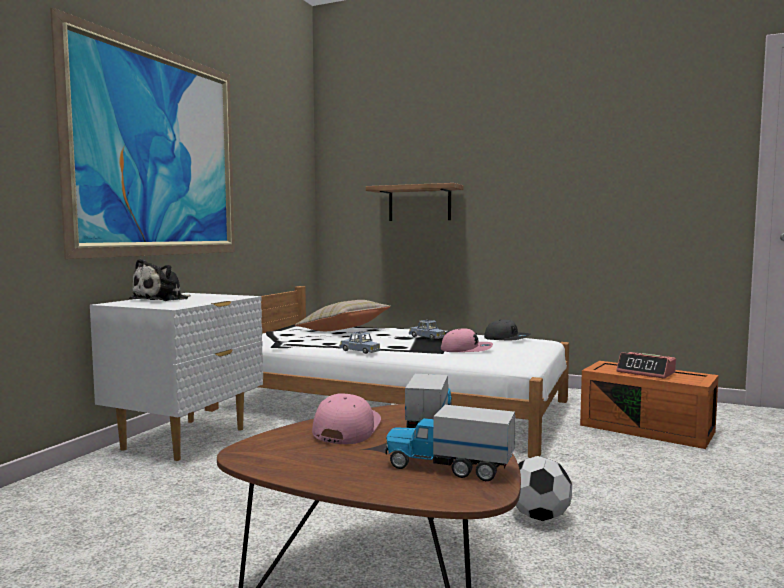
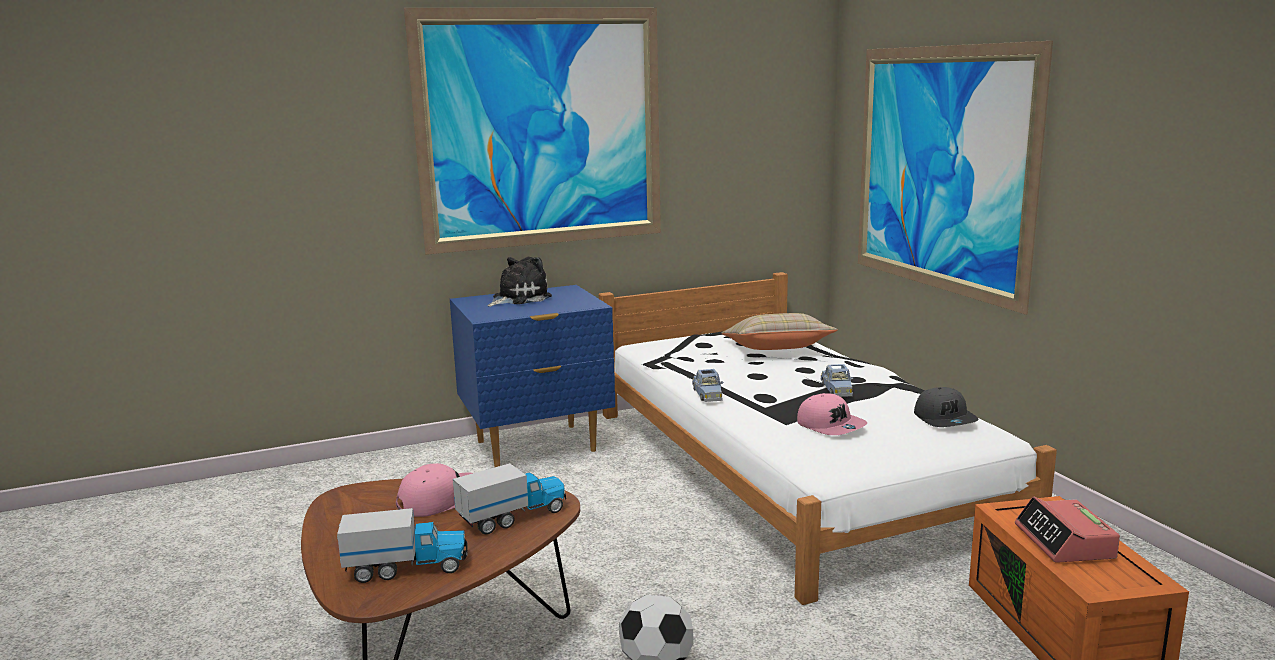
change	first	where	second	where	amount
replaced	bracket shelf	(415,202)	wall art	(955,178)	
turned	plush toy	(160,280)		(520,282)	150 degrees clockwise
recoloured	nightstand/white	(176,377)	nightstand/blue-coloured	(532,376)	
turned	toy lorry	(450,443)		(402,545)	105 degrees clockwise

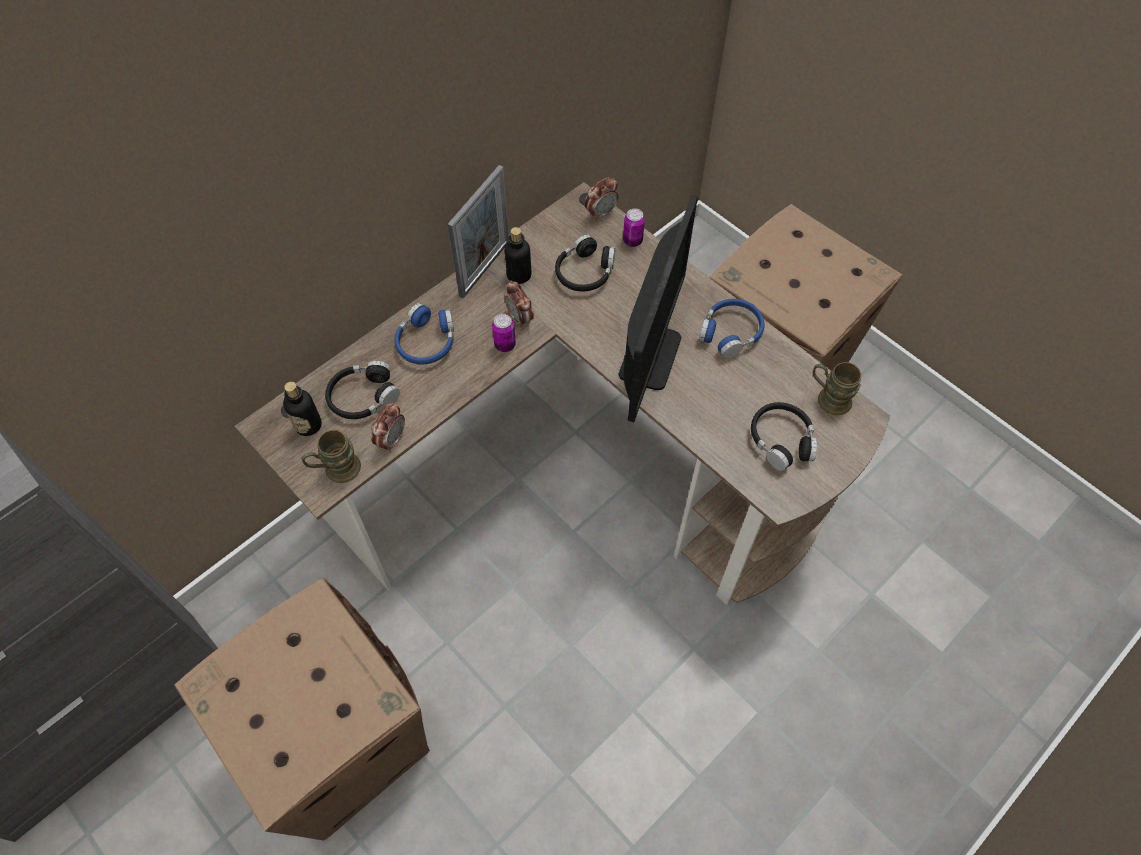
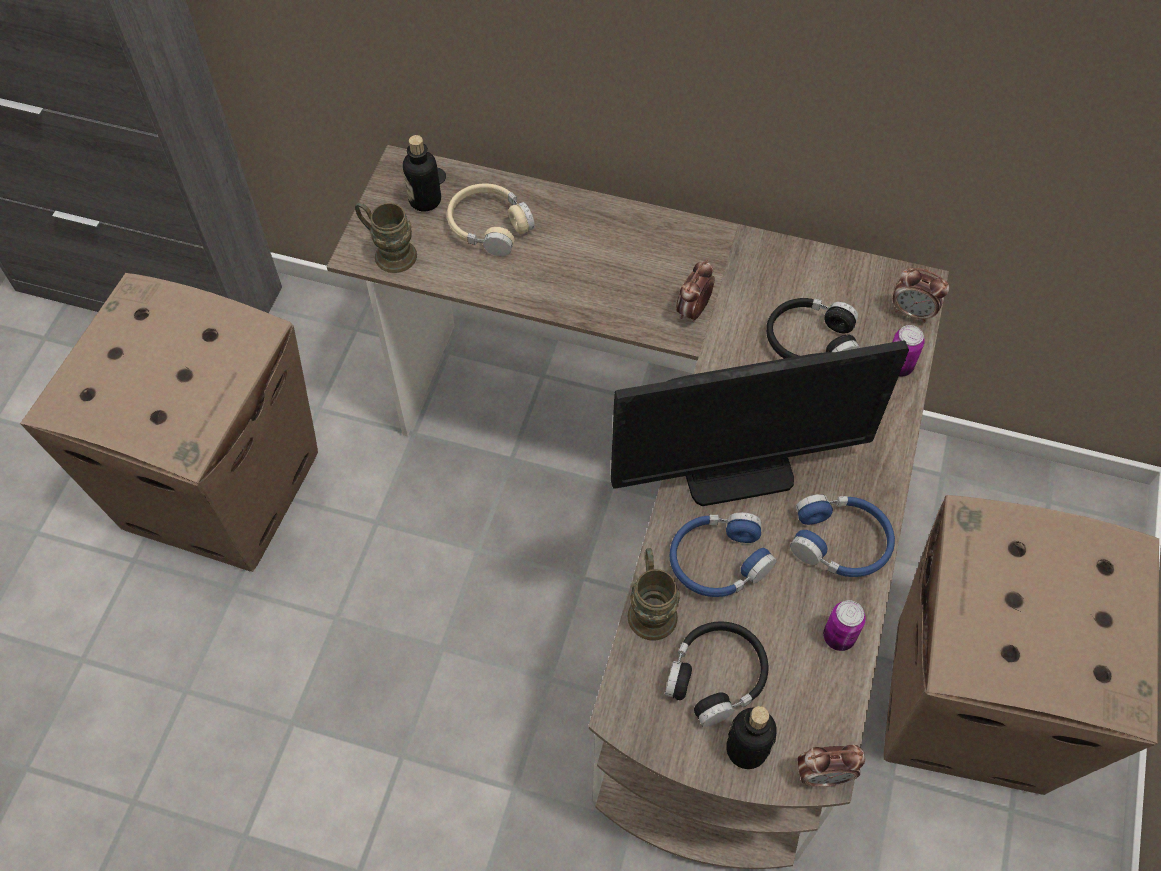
change	first	where	second	where	amount
removed	standing frame	(478,231)			
moved	beverage bottle	(517,255)		(751,737)	
moved	pair of headphones/blue-coloured	(424,333)		(723,554)	
moved	metal can	(504,333)		(844,625)	
recoloured	pair of headphones/black	(362,390)	pair of headphones/beige-coloured	(491,219)	
moved	mug/brown	(837,388)		(654,594)	
moved	alarm clock	(388,427)		(831,765)	

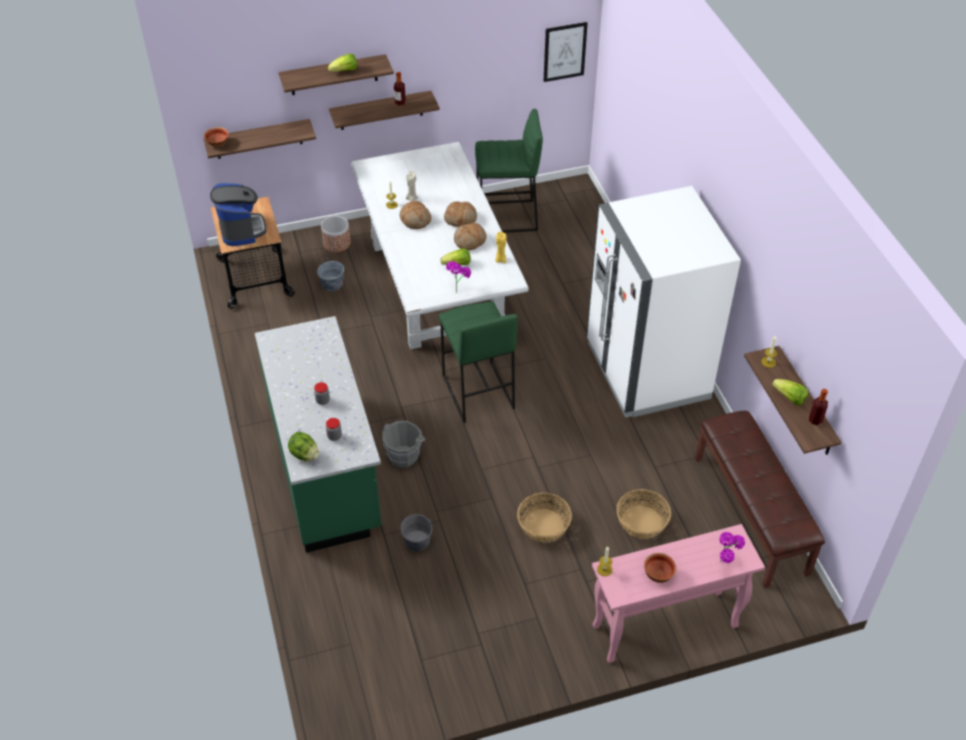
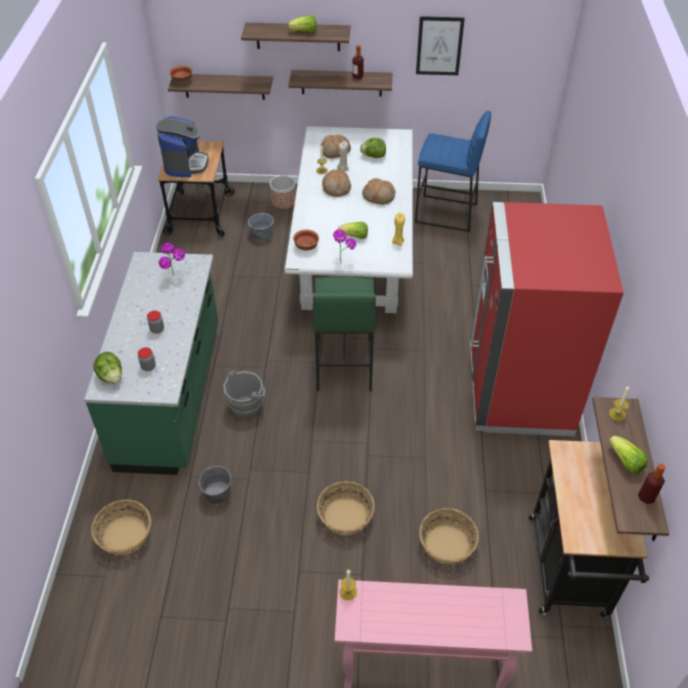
change	first	where	second	where	amount
moved	wall art	(566,52)		(440,45)	
recoloured	sitting stool/green-coloured	(509,171)	sitting stool/blue-coloured	(453,171)	
recoloured	fridge/white	(663,302)	fridge/red-coloured	(547,319)	
moved	bread	(470,236)		(336,146)	
replaced	indoor bench/brown	(760,499)	wheeled cart/black	(589,529)	
moved	potted plant	(732,547)		(172,259)	
moved	serving bowl	(660,568)		(306,240)	
added			head of lettuce	(373,148)	
added			household basket	(121,527)	

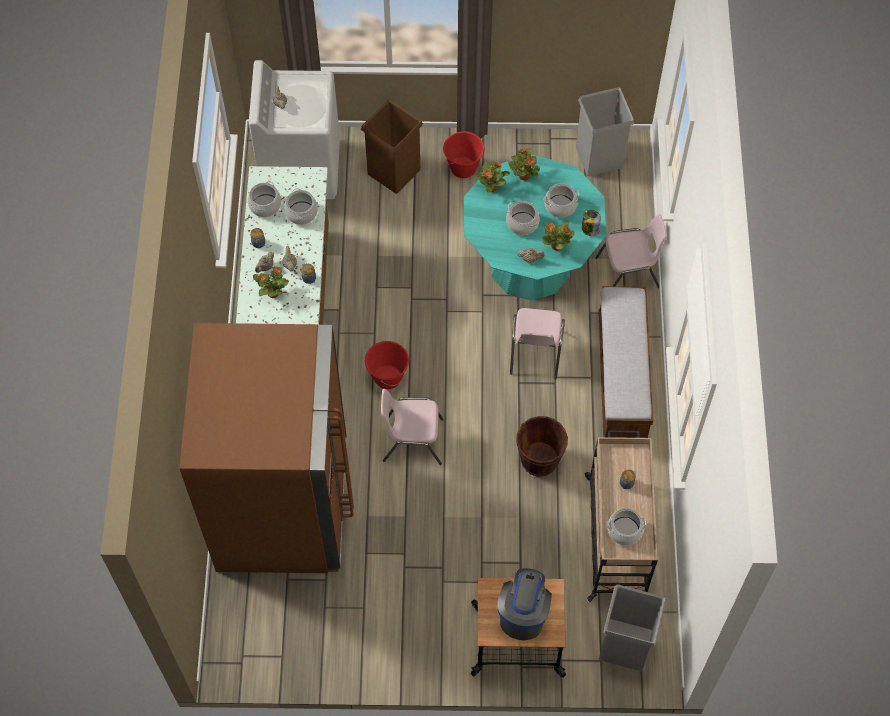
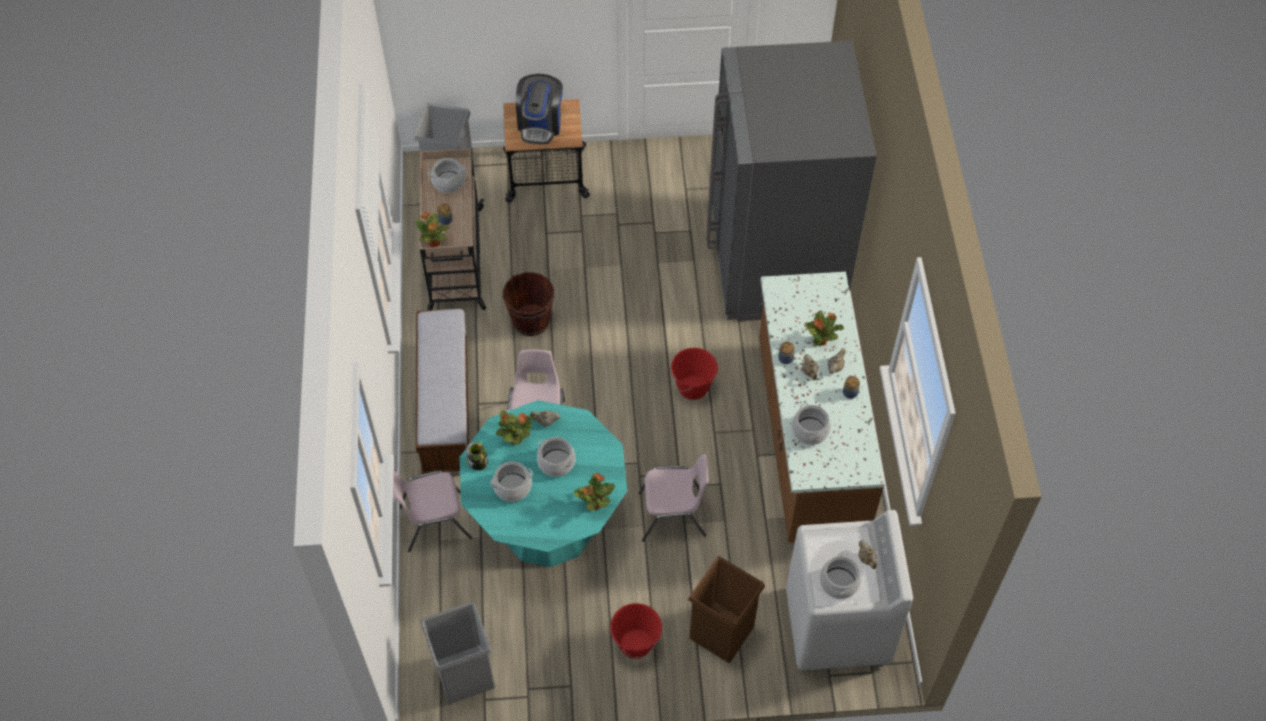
change	first	where	second	where	amount
moved	potted plant	(524,164)		(433,230)	
moved	stockpot	(265,199)		(840,576)	
recoloured	fridge/brown	(266,448)	fridge/gray	(791,181)	
moved	chair/pink-coloured	(412,427)		(673,498)	

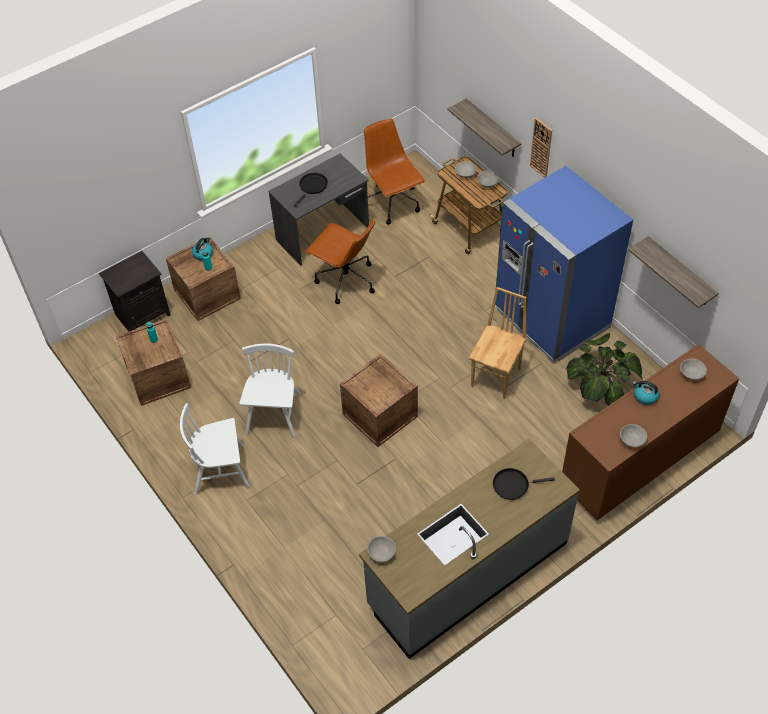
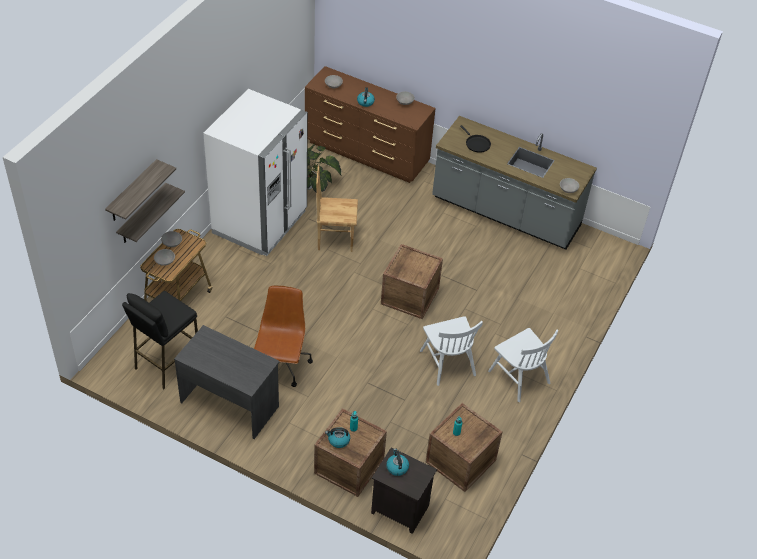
change	first	where	second	where	amount
removed	hanging clock	(541,148)			
replaced	office chair/brown	(394,171)	sitting stool/black	(160,340)	
recoloured	fridge/blue-coloured	(564,264)	fridge/white	(255,172)	
removed	skillet/black	(311,189)			
moved	bracket shelf	(673,272)		(140,190)	
turned	chair/white	(270,390)		(451,351)	90 degrees counterclockwise
added			tea kettle	(397,462)	

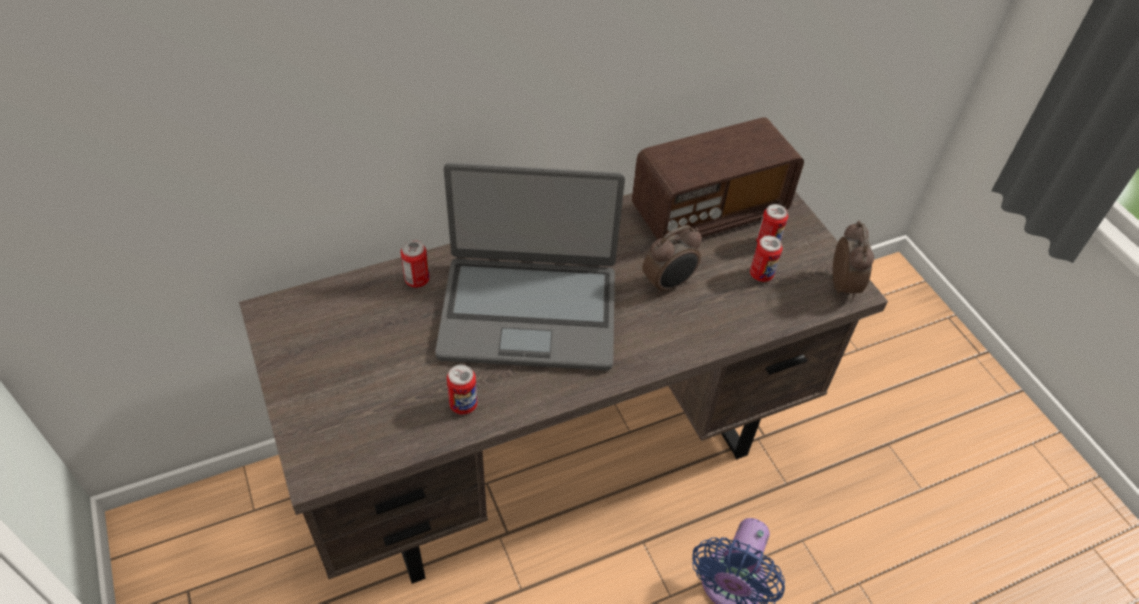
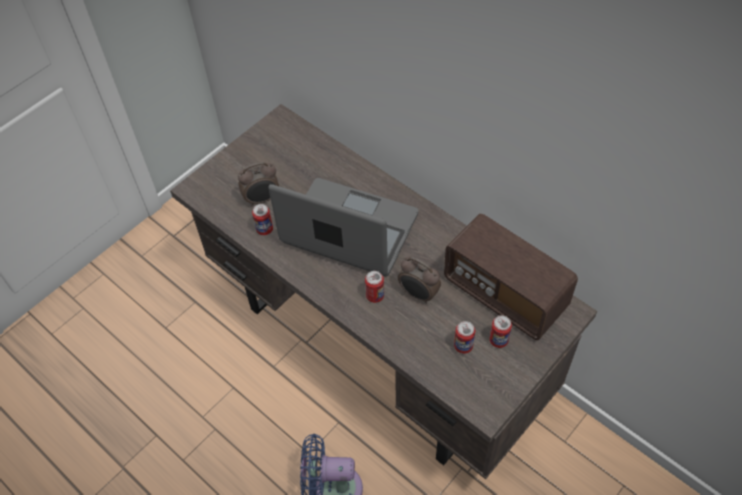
change	first	where	second	where	amount
turned	portable computer	(530,267)		(343,227)	135 degrees clockwise
moved	alarm clock	(853,260)		(258,184)	
moved	metal can	(415,264)		(374,287)	

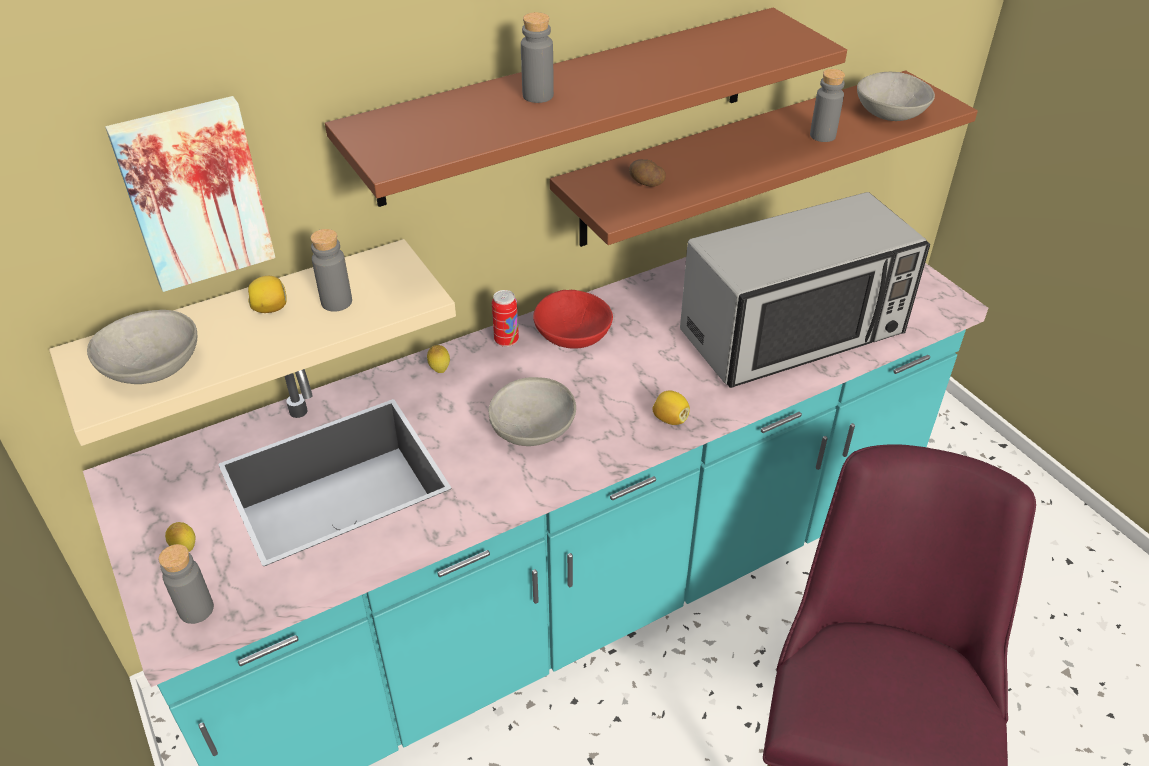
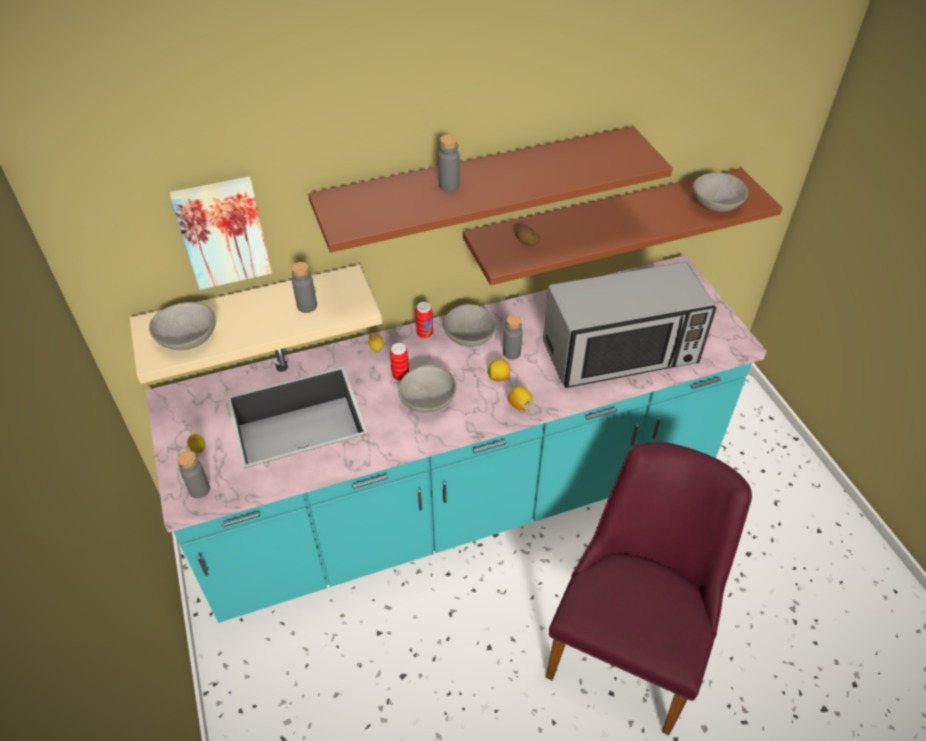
change	first	where	second	where	amount
moved	beverage bottle/gray	(827,105)		(513,337)	
moved	lemon	(267,294)		(499,370)	
recoloured	serving bowl/red-coloured	(573,319)	serving bowl/gray	(470,325)	
added			metal can	(399,362)	

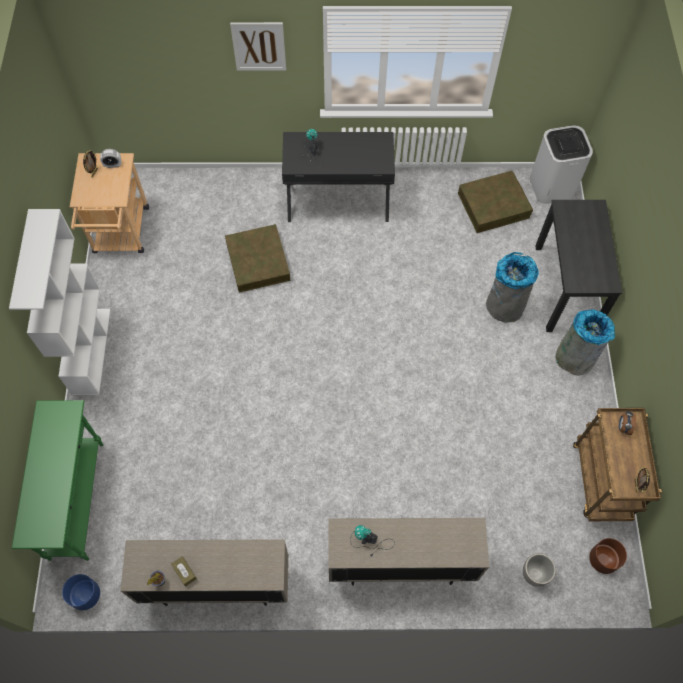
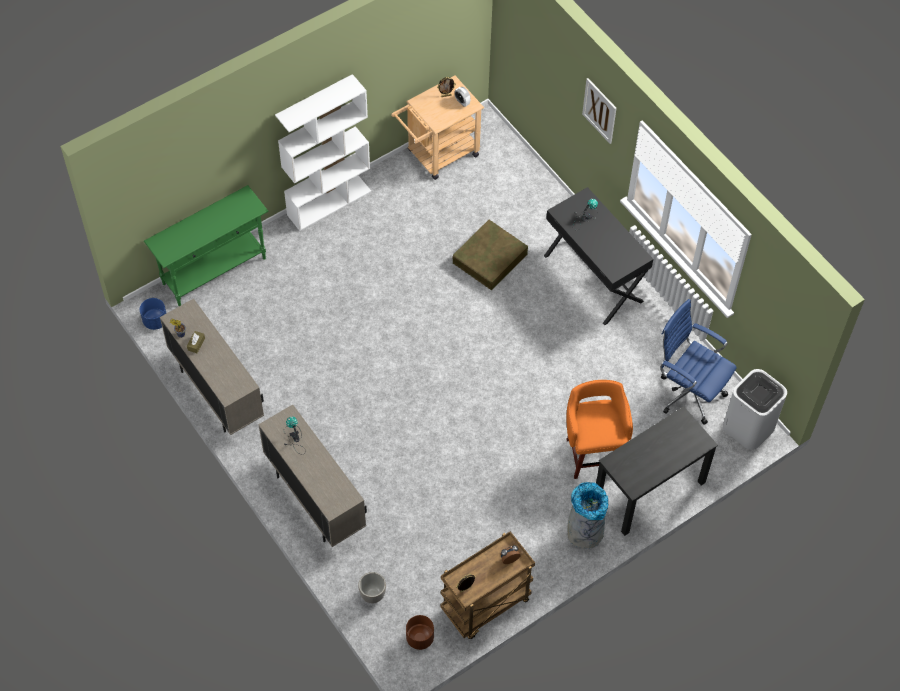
change	first	where	second	where	amount
replaced	storage bin/brown	(495,202)	office chair/blue-coloured	(698,361)	
replaced	waste bin/gray	(512,287)	sitting stool/orangey	(599,429)	

